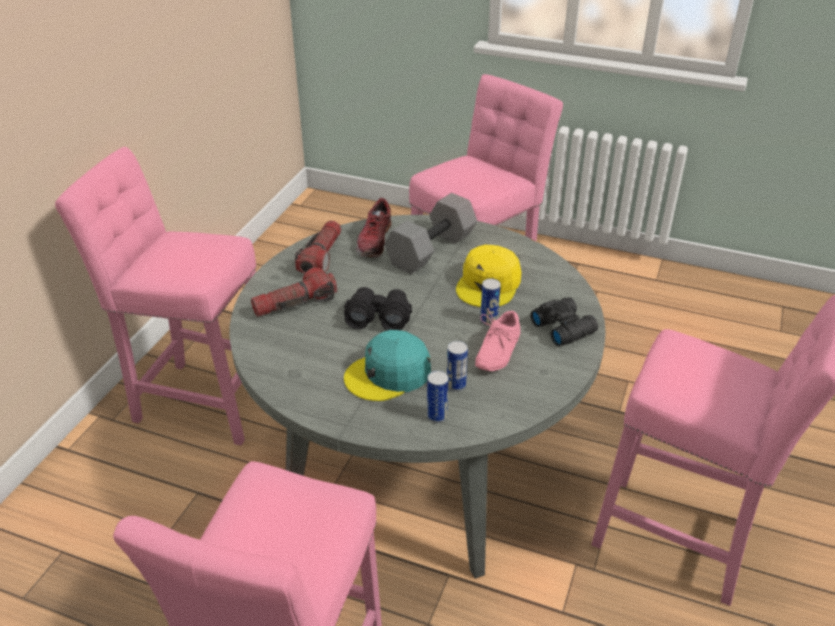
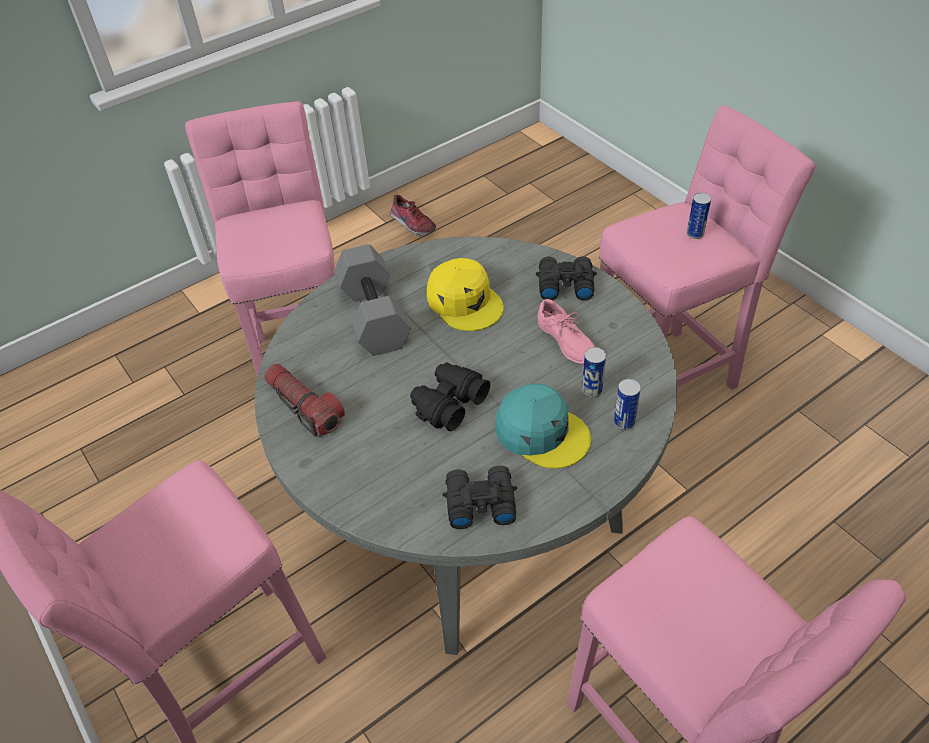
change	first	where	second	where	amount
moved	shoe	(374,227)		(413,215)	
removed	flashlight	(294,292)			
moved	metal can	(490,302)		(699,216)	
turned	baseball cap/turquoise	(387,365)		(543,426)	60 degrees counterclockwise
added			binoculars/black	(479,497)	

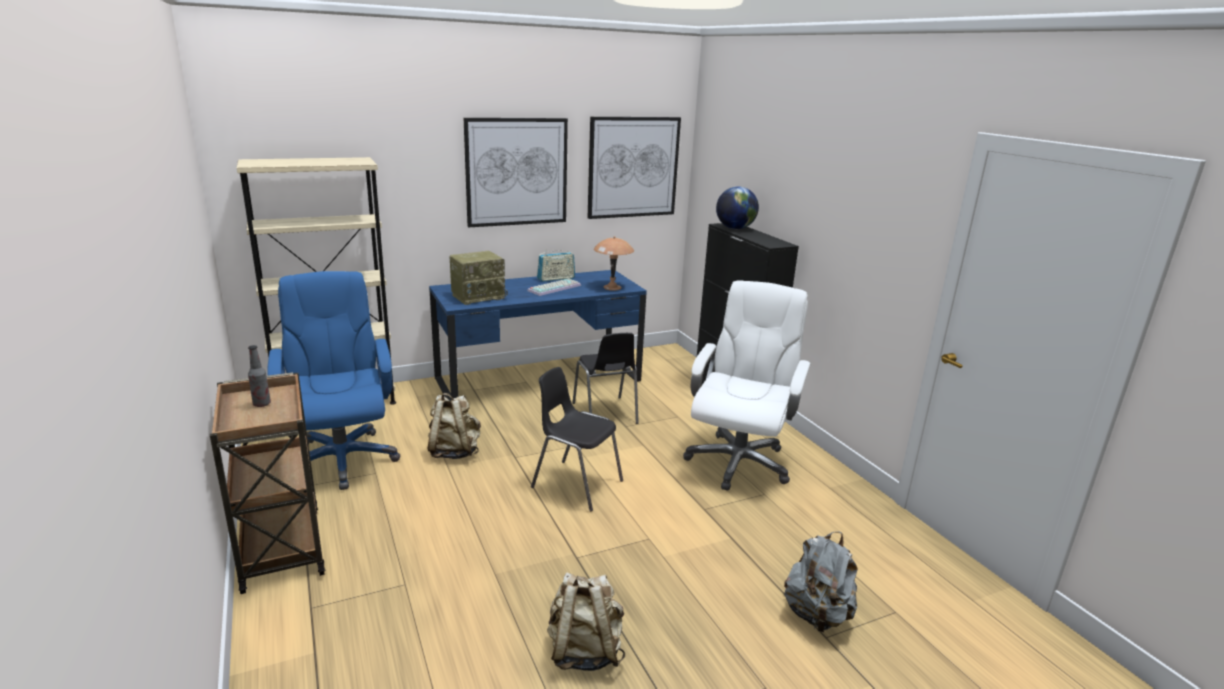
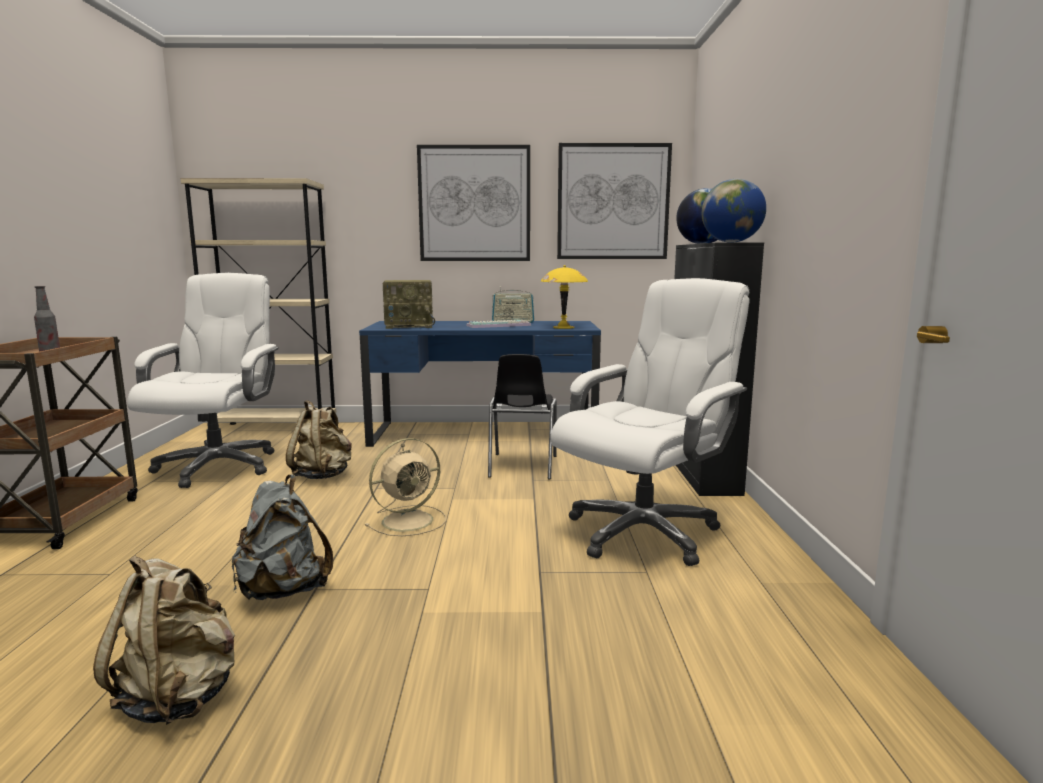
change	first	where	second	where	amount
recoloured	lamp for a table/brown	(614,263)	lamp for a table/yellow	(564,297)	
recoloured	office chair/blue-coloured	(333,380)	office chair/white	(203,380)	
replaced	chair/black	(577,439)	cooling fan/beige-coloured	(405,487)	
moved	knapsack/gray	(820,581)		(282,537)	
added			world globe	(734,211)	

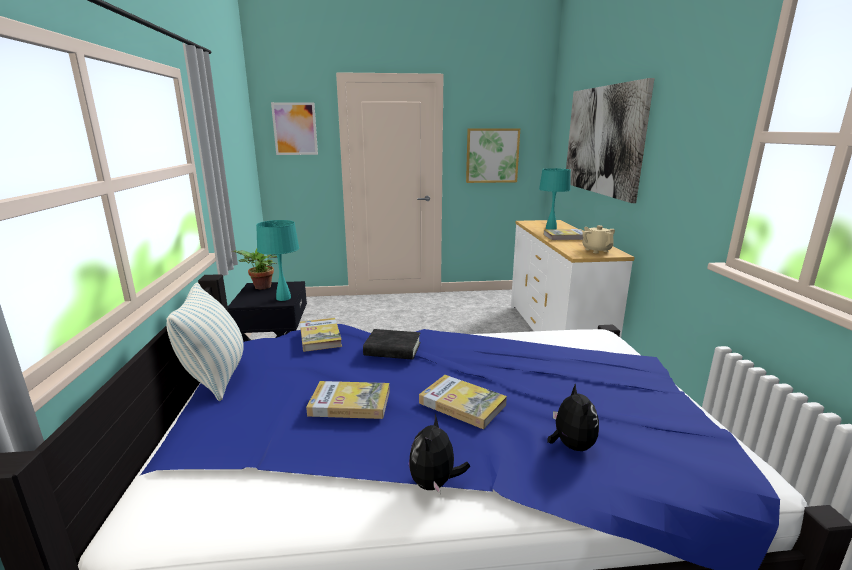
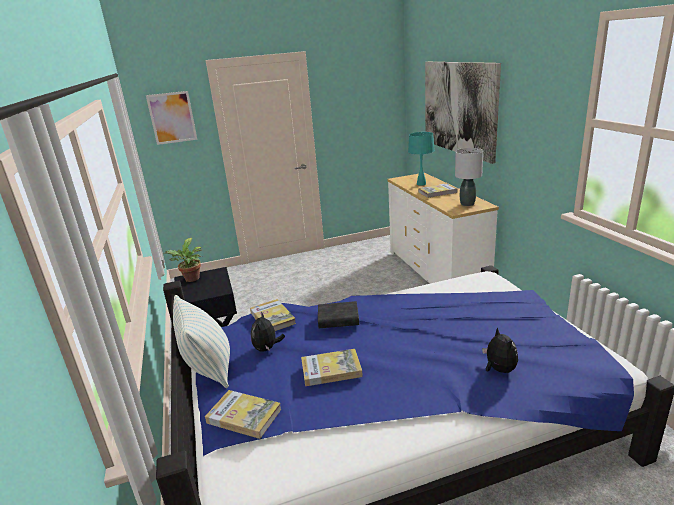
change	first	where	second	where	amount
removed	wall art	(493,155)			
removed	lamp for a table/turquoise	(277,260)			
replaced	pot for tea/beige-coloured	(598,239)	lamp for a table/gray	(469,177)	
moved	bound book	(463,402)		(243,414)	
moved	plush toy	(439,454)		(268,331)	

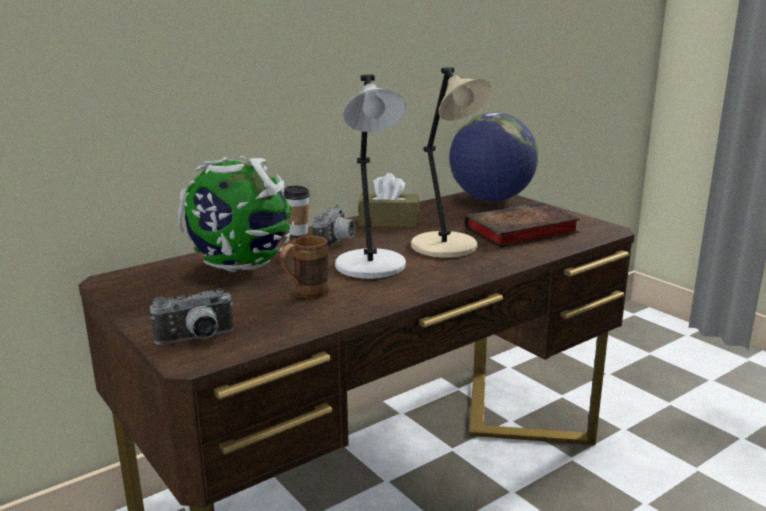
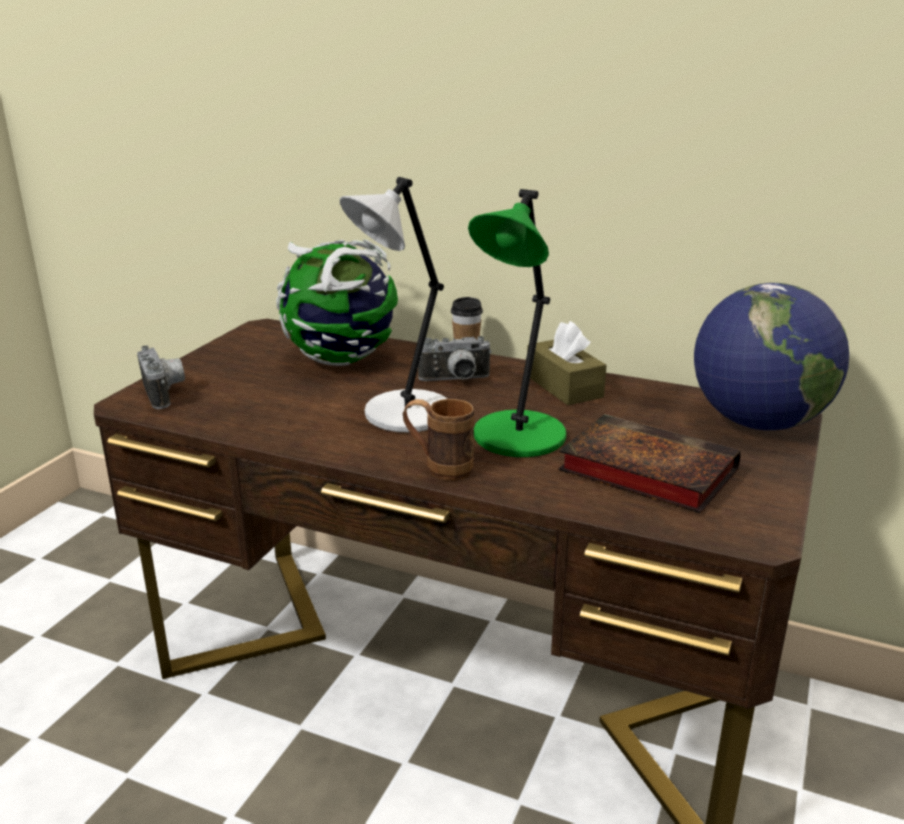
change	first	where	second	where	amount
recoloured	lamp for a table/beige-coloured	(451,162)	lamp for a table/green-coloured	(517,323)	
moved	mug/brown	(305,267)		(438,440)	
turned	photo camera	(192,316)		(161,377)	150 degrees counterclockwise

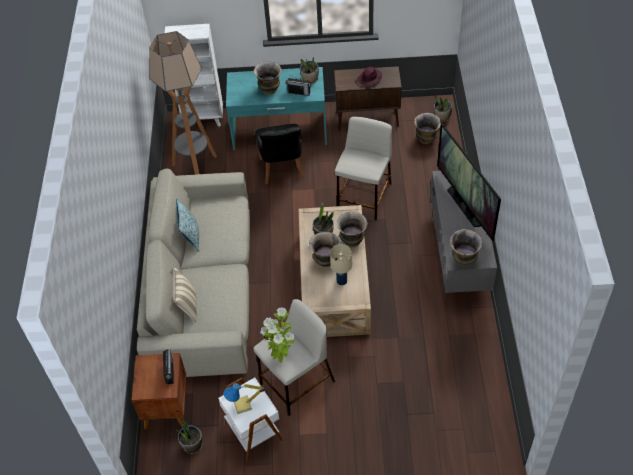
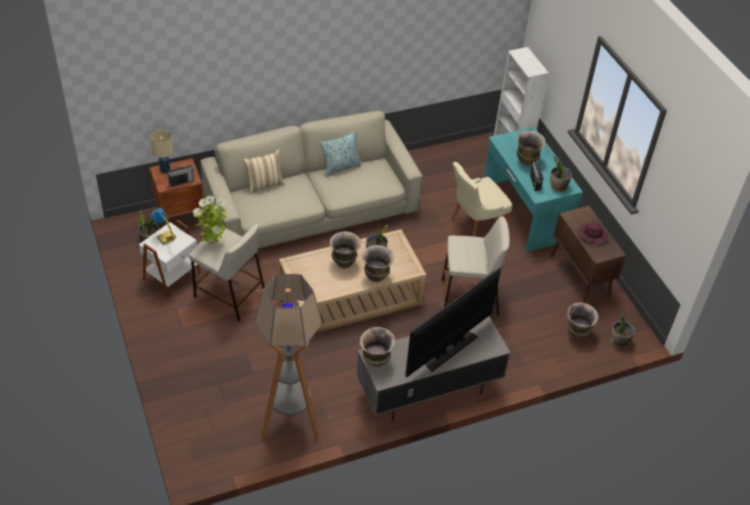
change	first	where	second	where	amount
moved	floor lamp	(183,103)		(288,357)	
recoloured	chair/black	(280,154)	chair/beige-coloured	(481,199)	
moved	lamp for a table/beige-coloured	(341,264)		(161,152)	

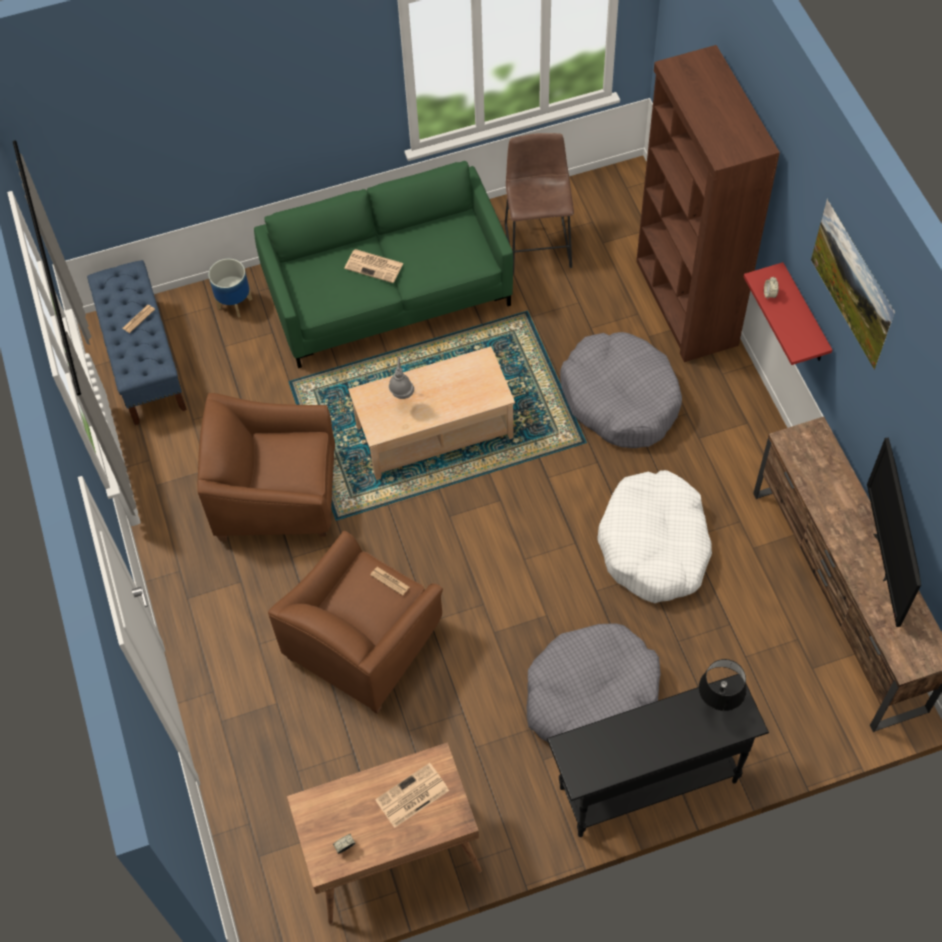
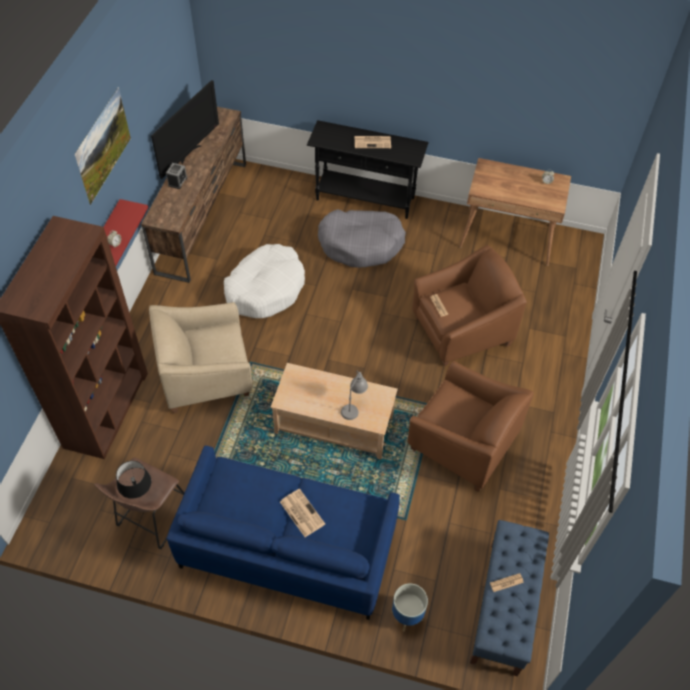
change	first	where	second	where	amount
recoloured	settee/green-coloured	(383,264)	settee/blue-coloured	(283,533)	
replaced	pet bed/gray	(621,390)	armchair/beige-coloured	(201,357)	
moved	lamp for a table/black	(723,685)		(134,480)	
moved	printed paper	(412,795)		(373,142)	
added			alarm clock	(176,176)	

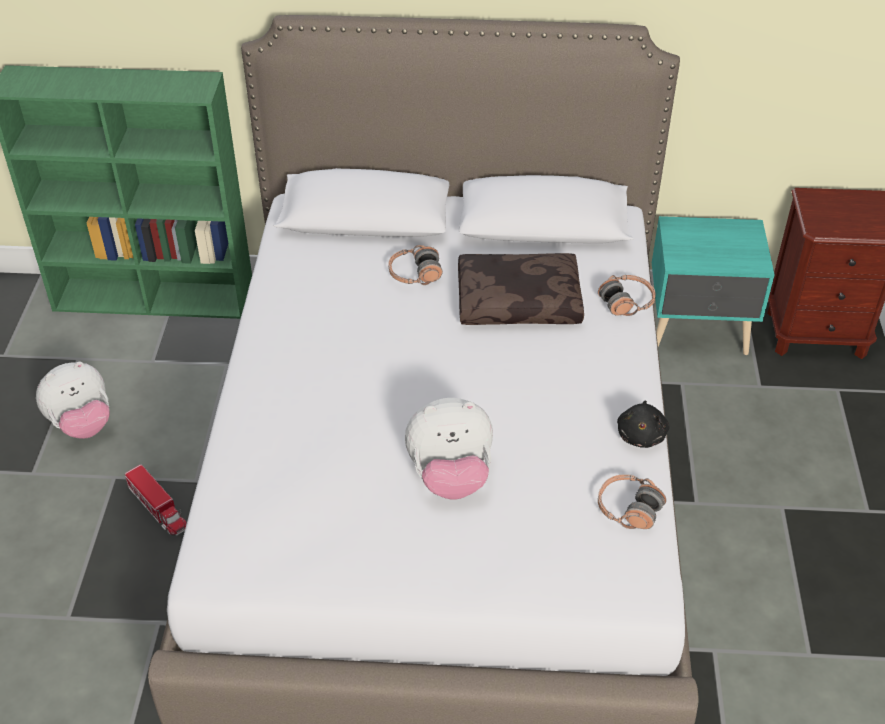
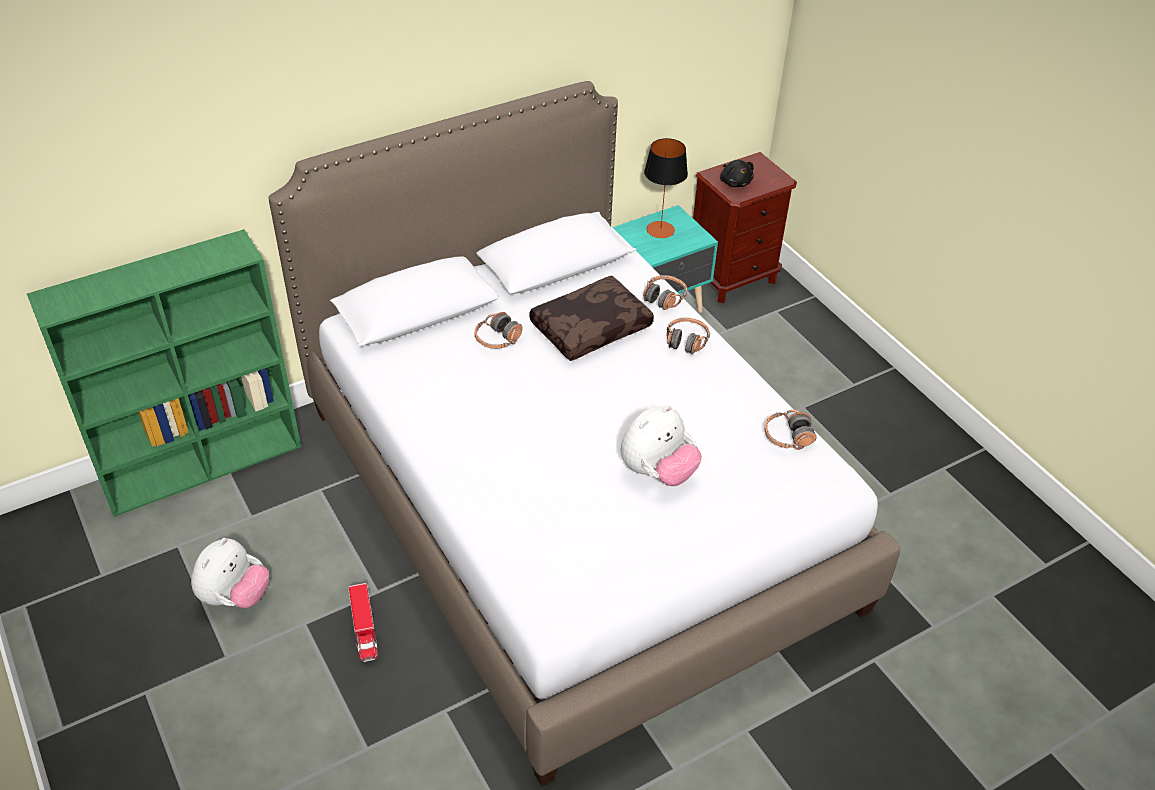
change	first	where	second	where	amount
moved	plush toy/black	(643,424)		(737,173)	
turned	toy lorry	(156,500)		(363,622)	60 degrees clockwise
added			lamp for a table	(666,188)	
added			pair of headphones	(688,335)	

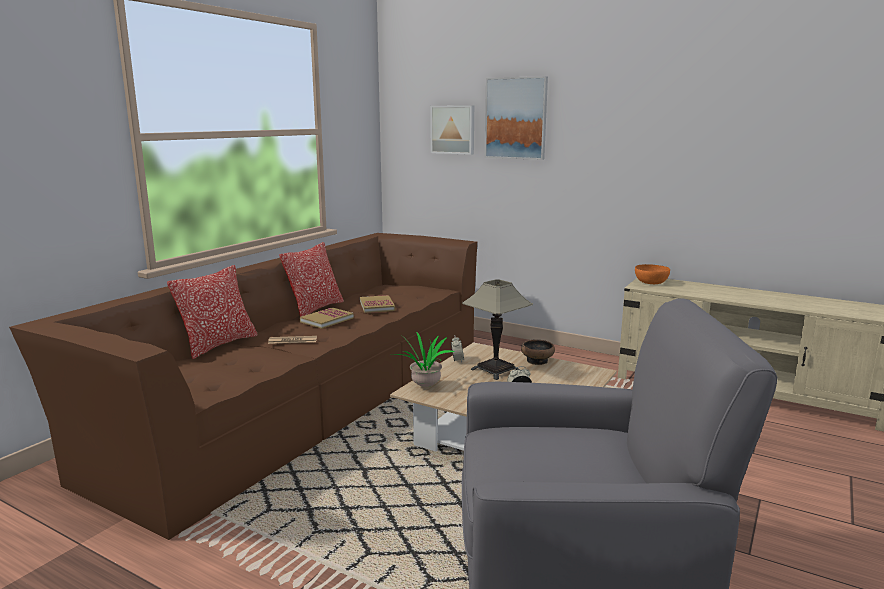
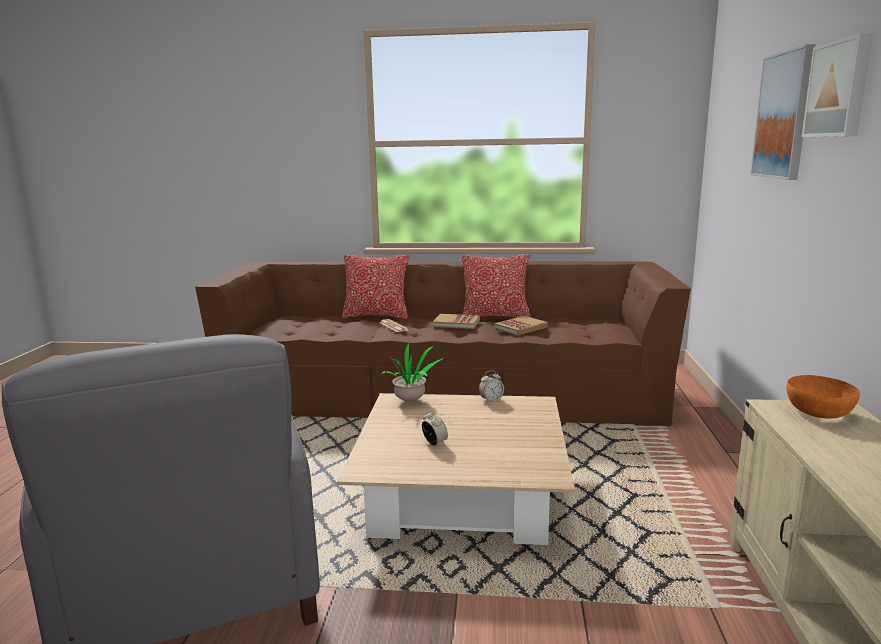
change	first	where	second	where	amount
moved	wall art	(452,130)		(837,85)	
removed	lamp for a table	(497,329)			
removed	serving bowl	(538,352)			

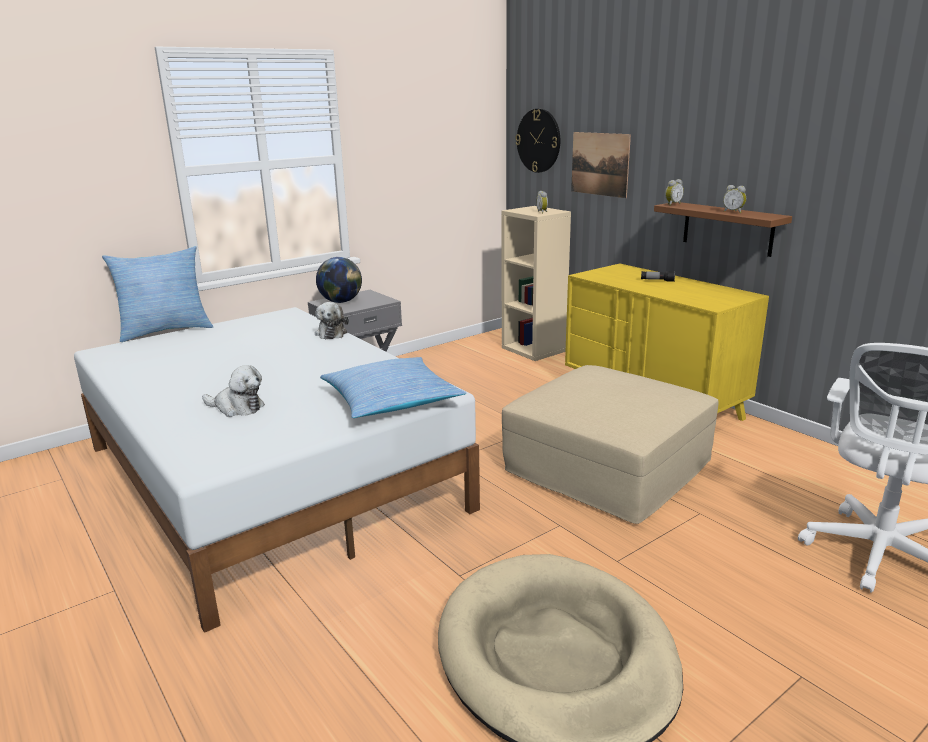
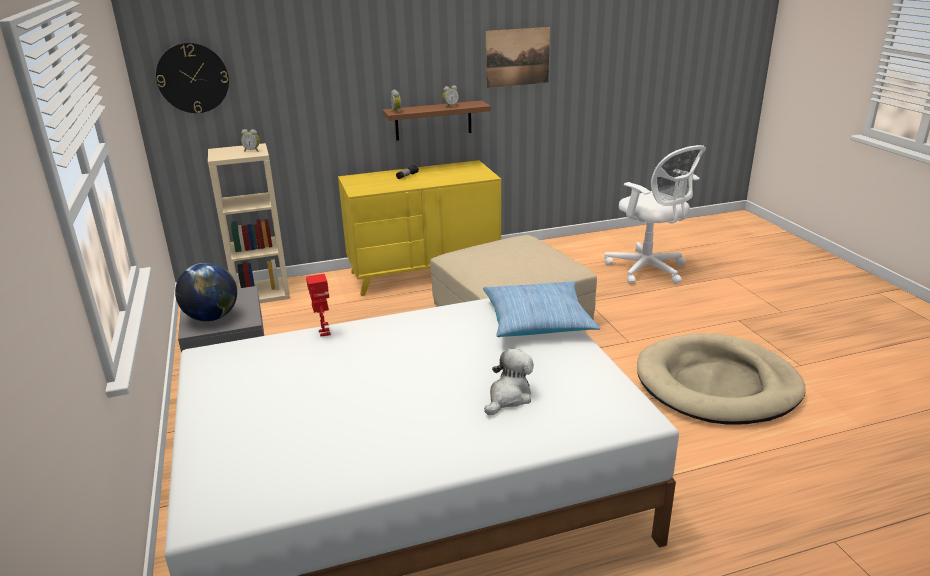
change	first	where	second	where	amount
moved	wall art	(601,165)		(518,57)	
removed	cushion	(157,294)			
replaced	plush toy	(332,320)	robot figure	(318,305)	

